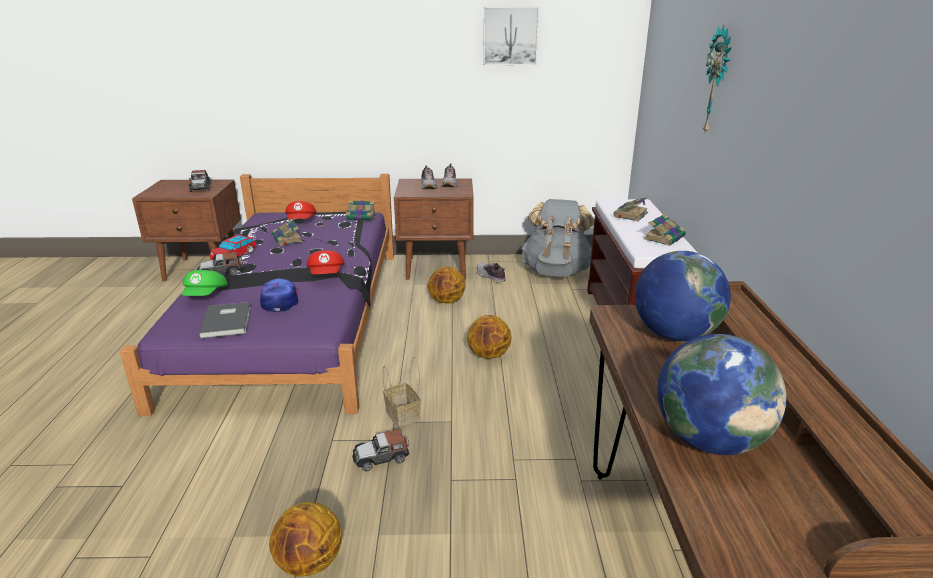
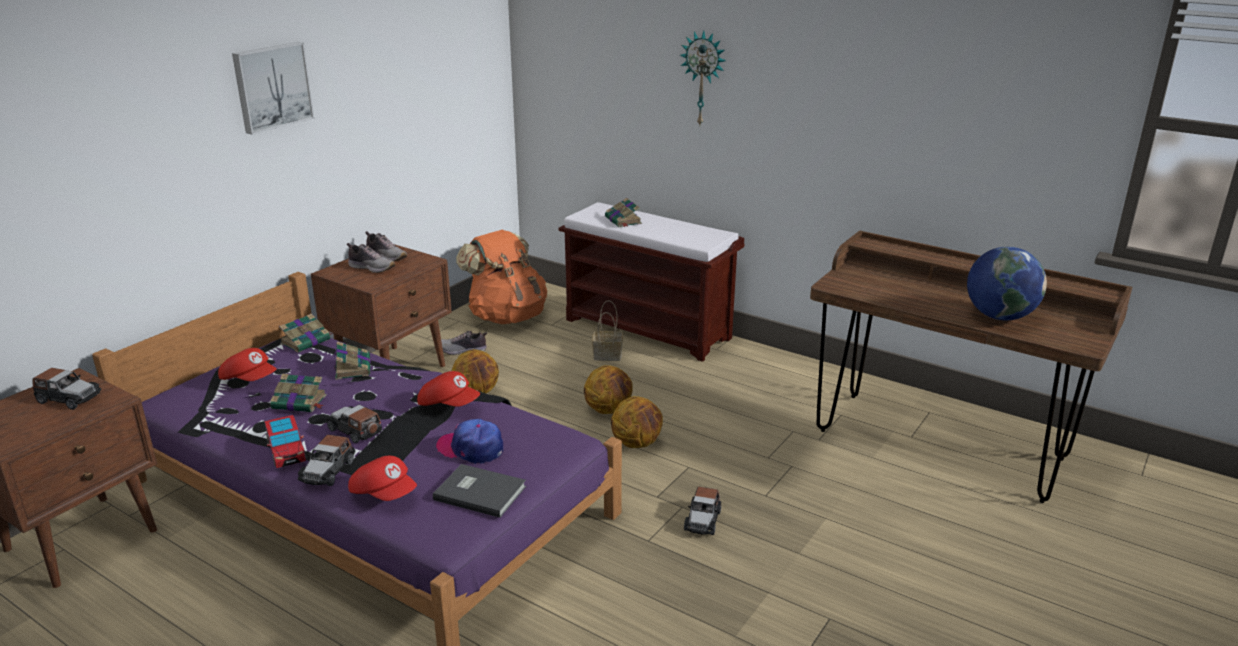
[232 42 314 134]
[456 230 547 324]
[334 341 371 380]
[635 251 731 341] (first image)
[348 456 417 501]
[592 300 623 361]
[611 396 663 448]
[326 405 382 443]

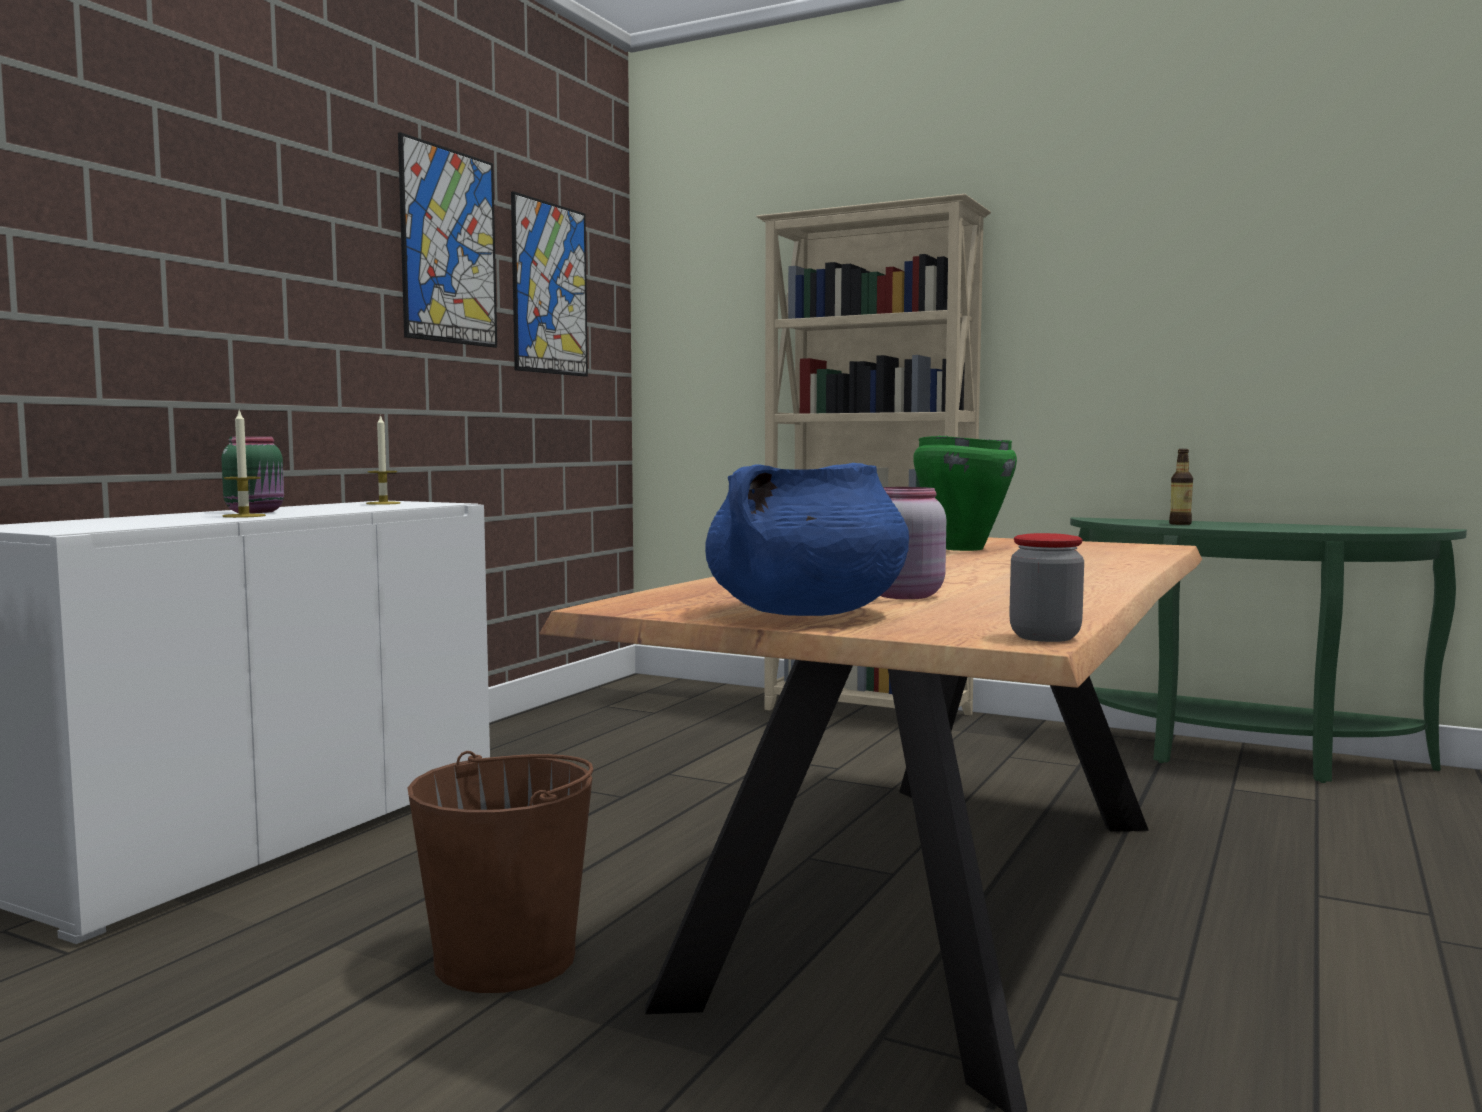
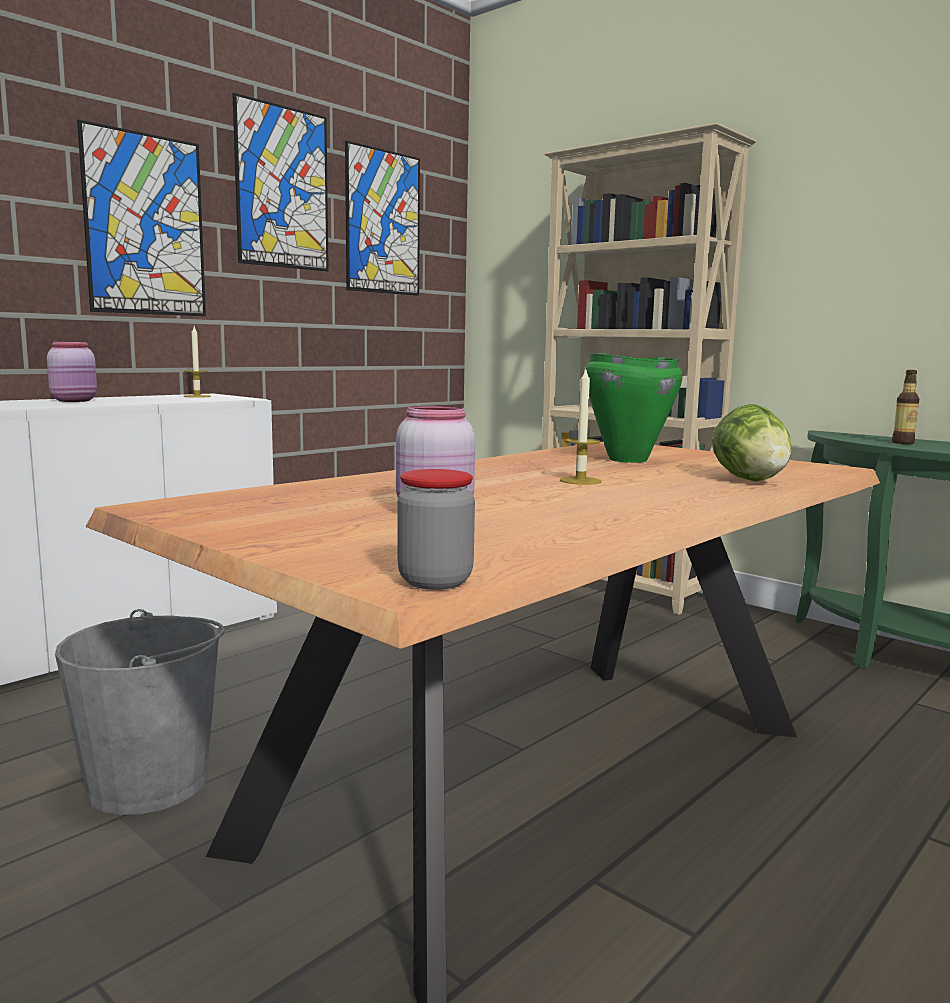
[560 370 601 485]
[47 342 97 402]
[705 463 909 616] (first image)
[55 609 225 815]
[77 119 206 316]
[712 404 792 481]

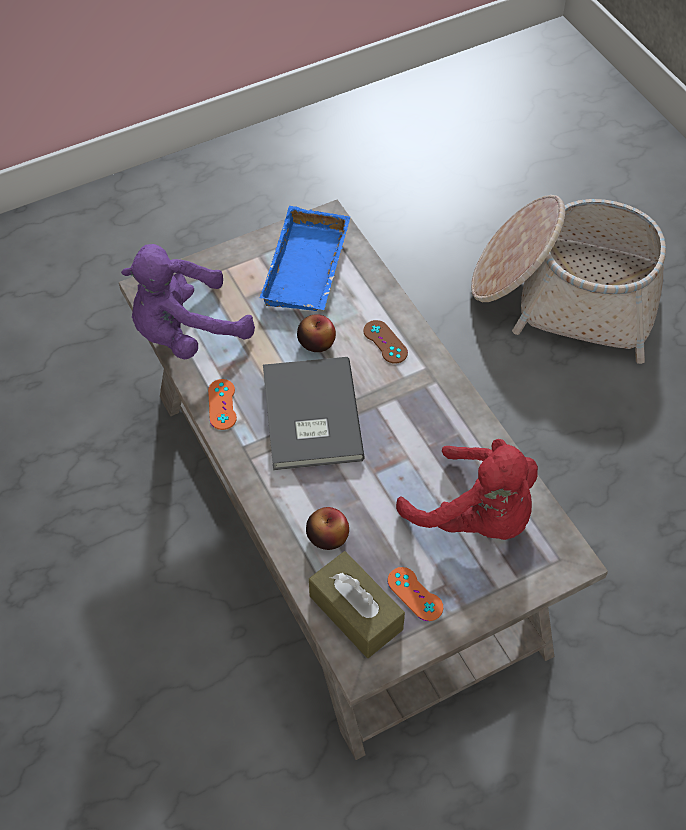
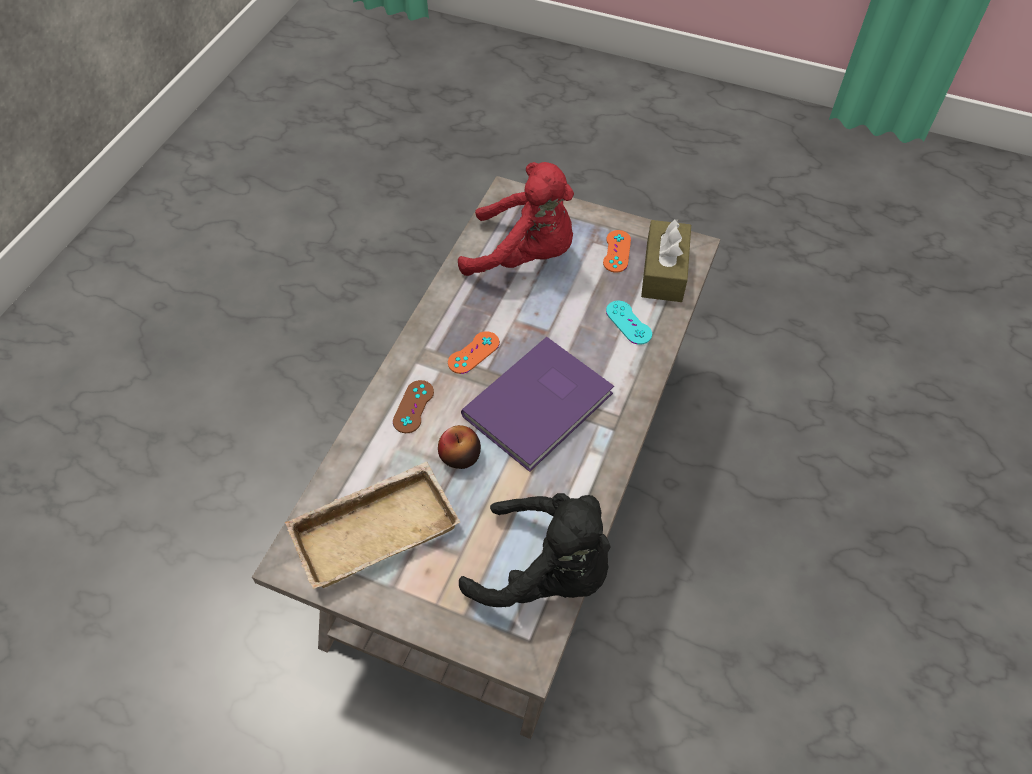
[471 195 666 364] (first image)
[285 462 460 589]
[459 493 611 607]
[461 337 614 472]
[448 331 500 374]
[458 162 574 276]
[606 301 652 345]

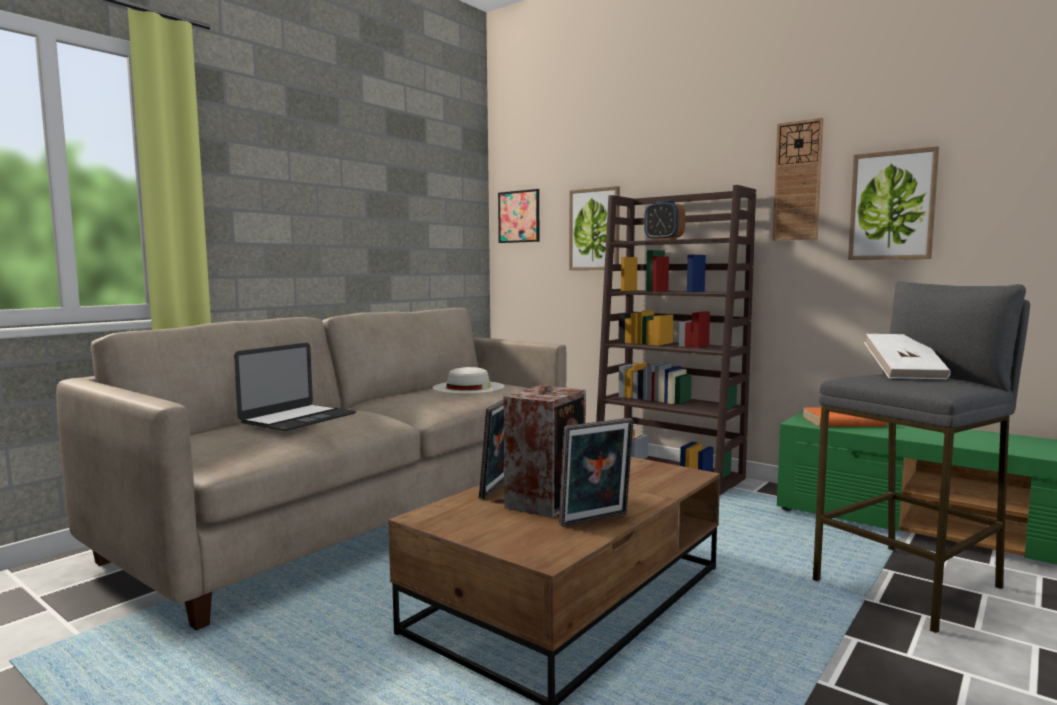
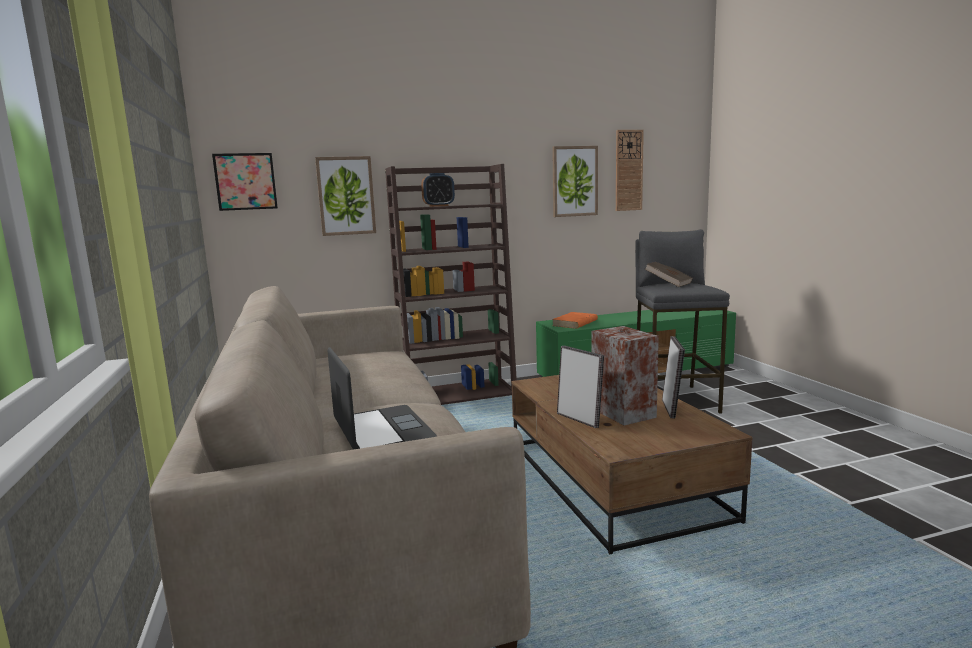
[616 130 644 211]
[645 262 693 287]
[432 367 504 394] (first image)

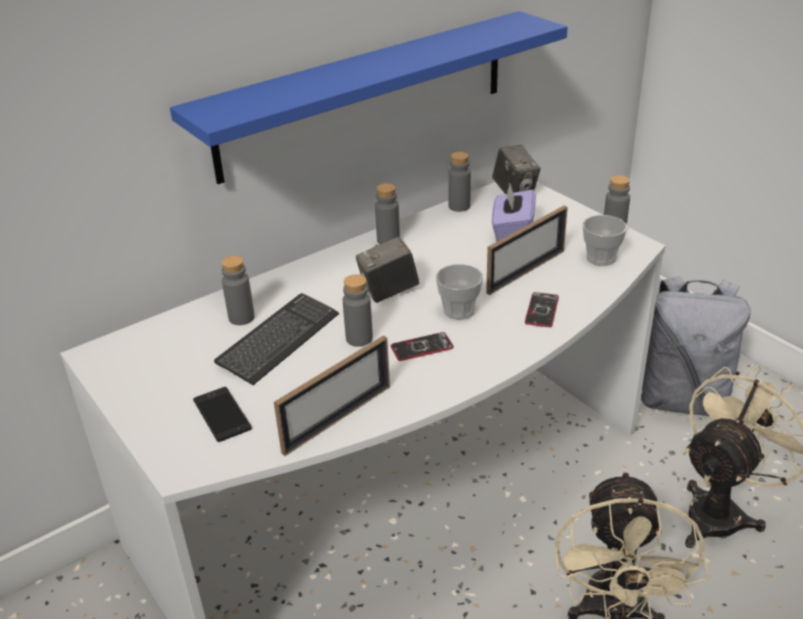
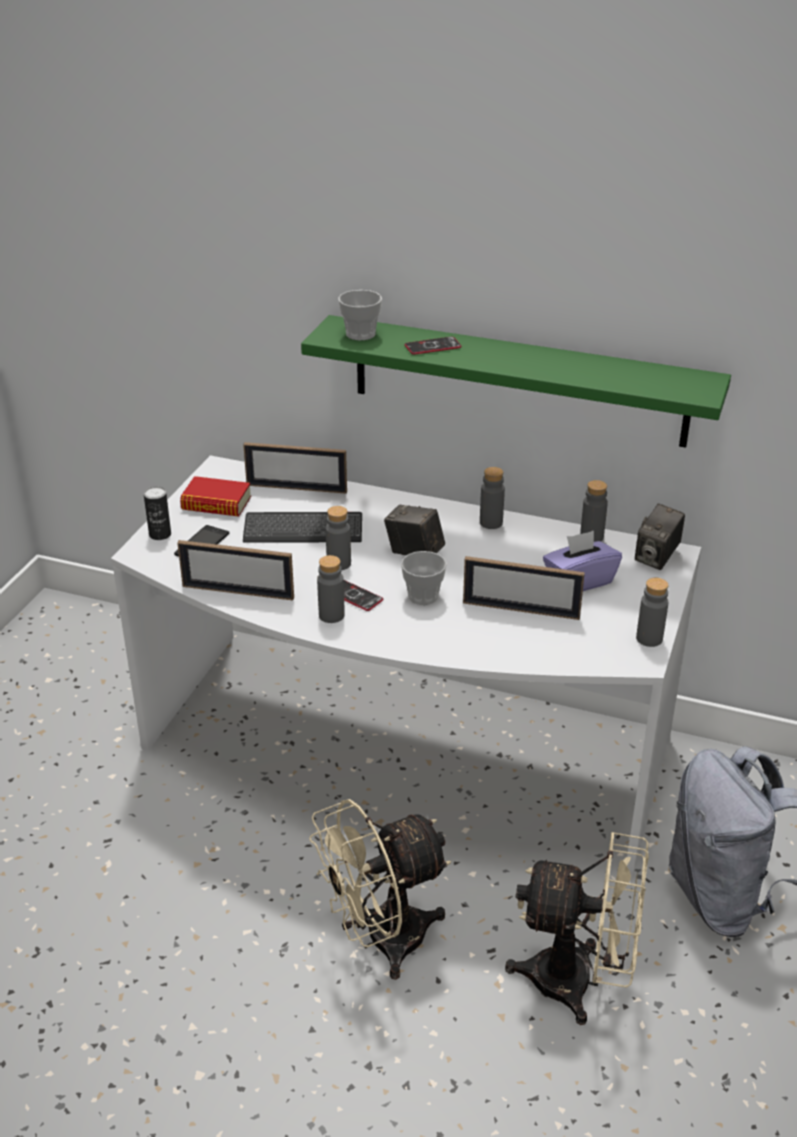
[301 315 731 448]
[338 290 382 341]
[317 555 345 623]
[404 337 462 355]
[243 442 347 494]
[180 476 251 517]
[144 486 171 540]

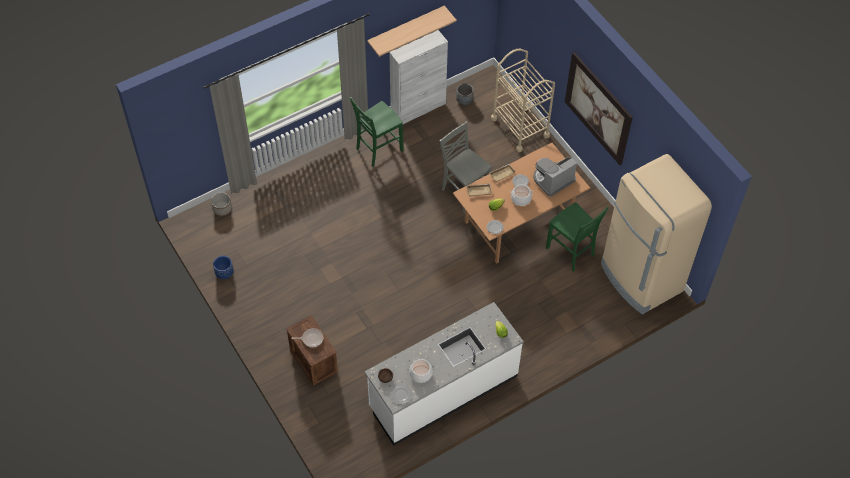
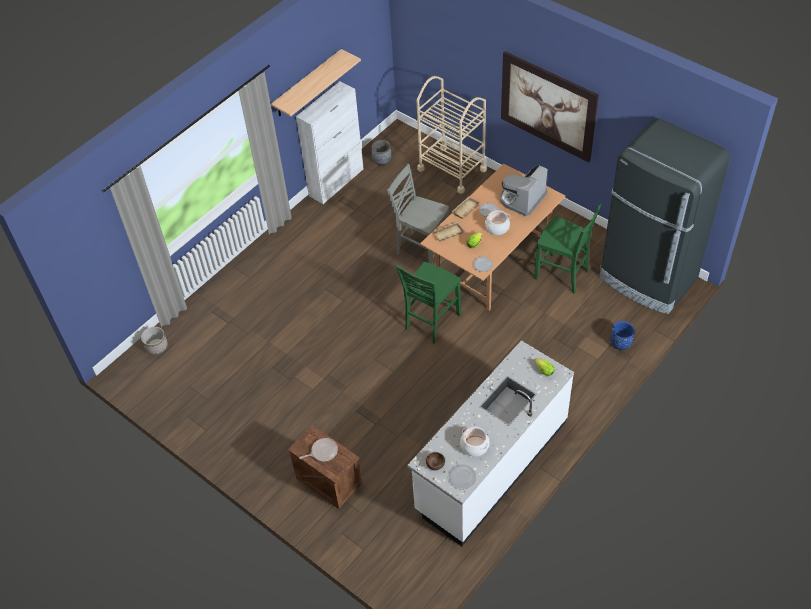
[396 262 461 344]
[599 118 730 314]
[610 321 635 350]

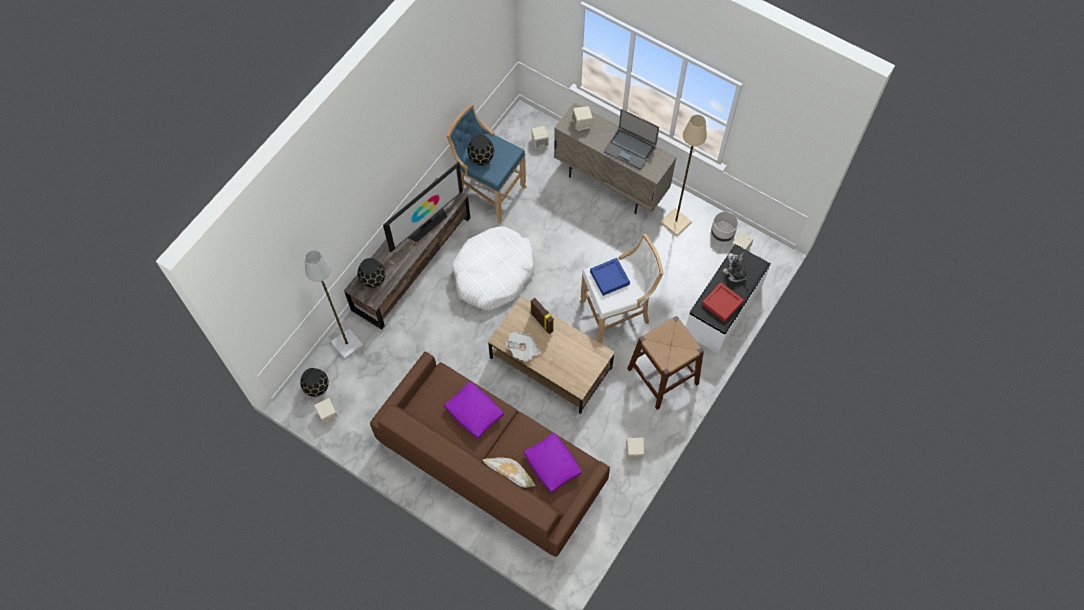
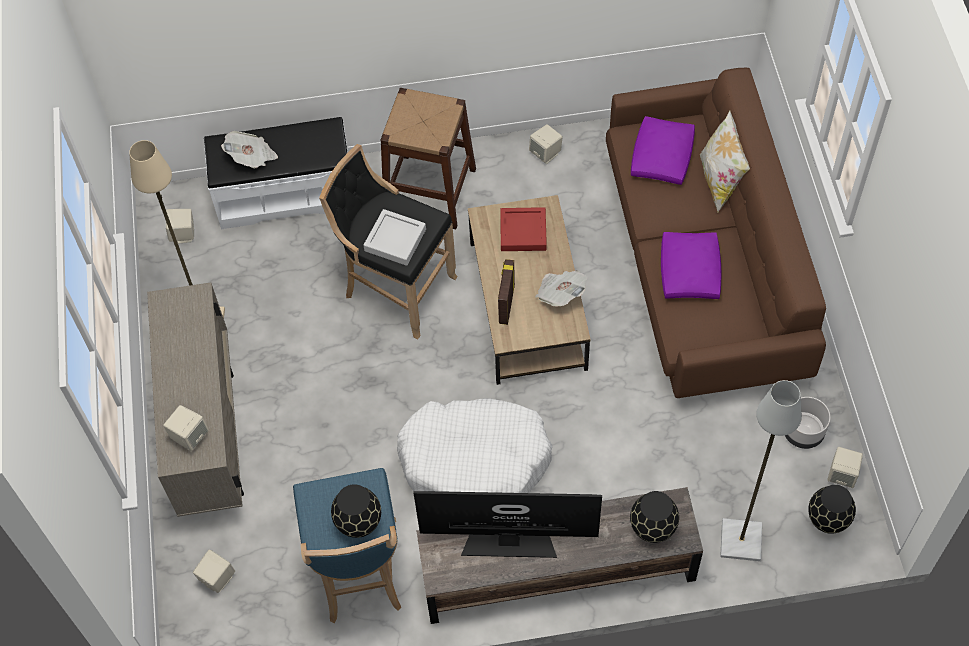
[604 109 659 170] (first image)
[785 397 831 449]
[319 144 458 339]
[221 131 278 168]
[364 209 426 266]
[500 207 547 251]

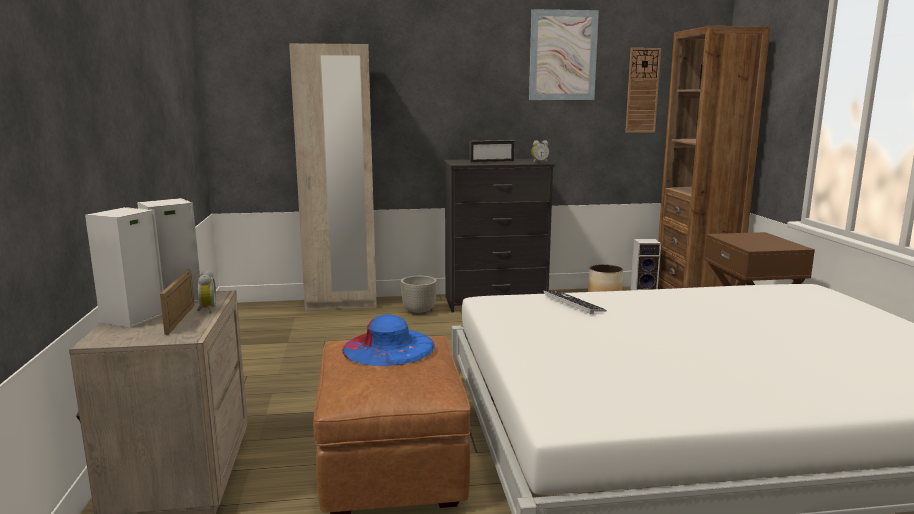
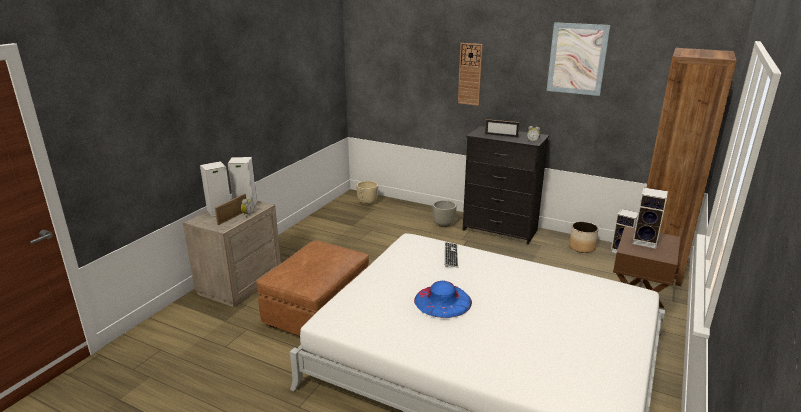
[289 43 377 311] (first image)
[458 43 483 106]
[414 281 472 318]
[356 181 378 205]
[632 188 668 249]

